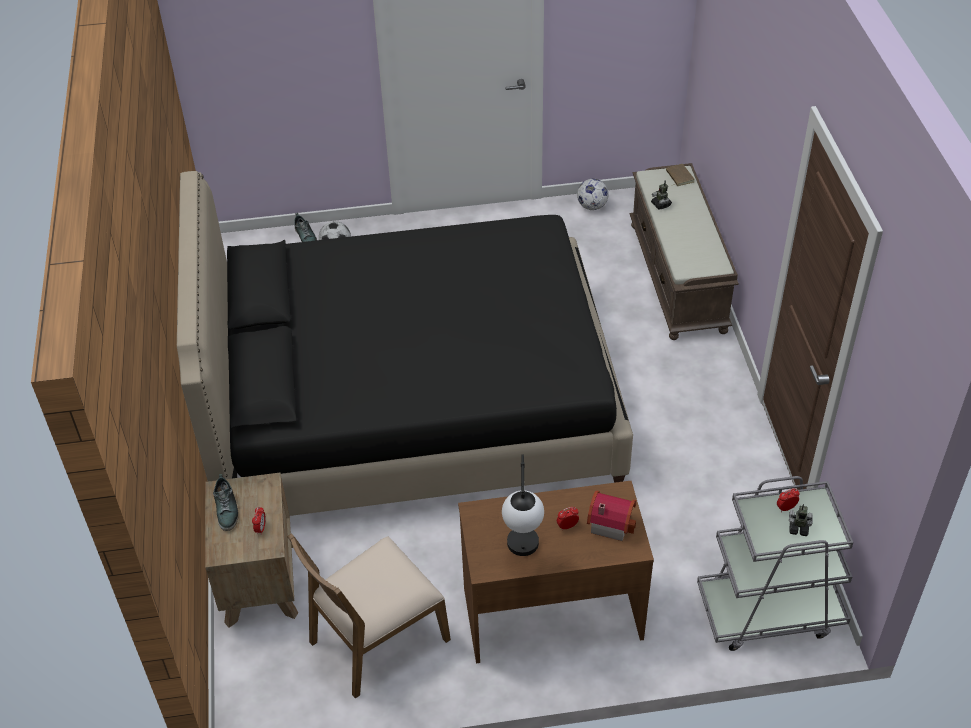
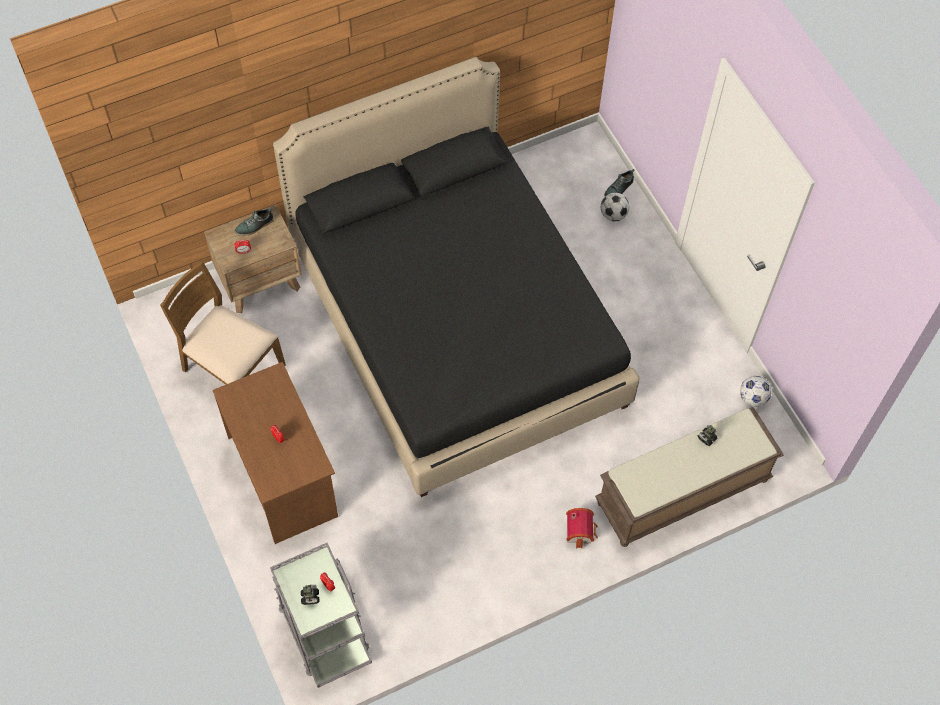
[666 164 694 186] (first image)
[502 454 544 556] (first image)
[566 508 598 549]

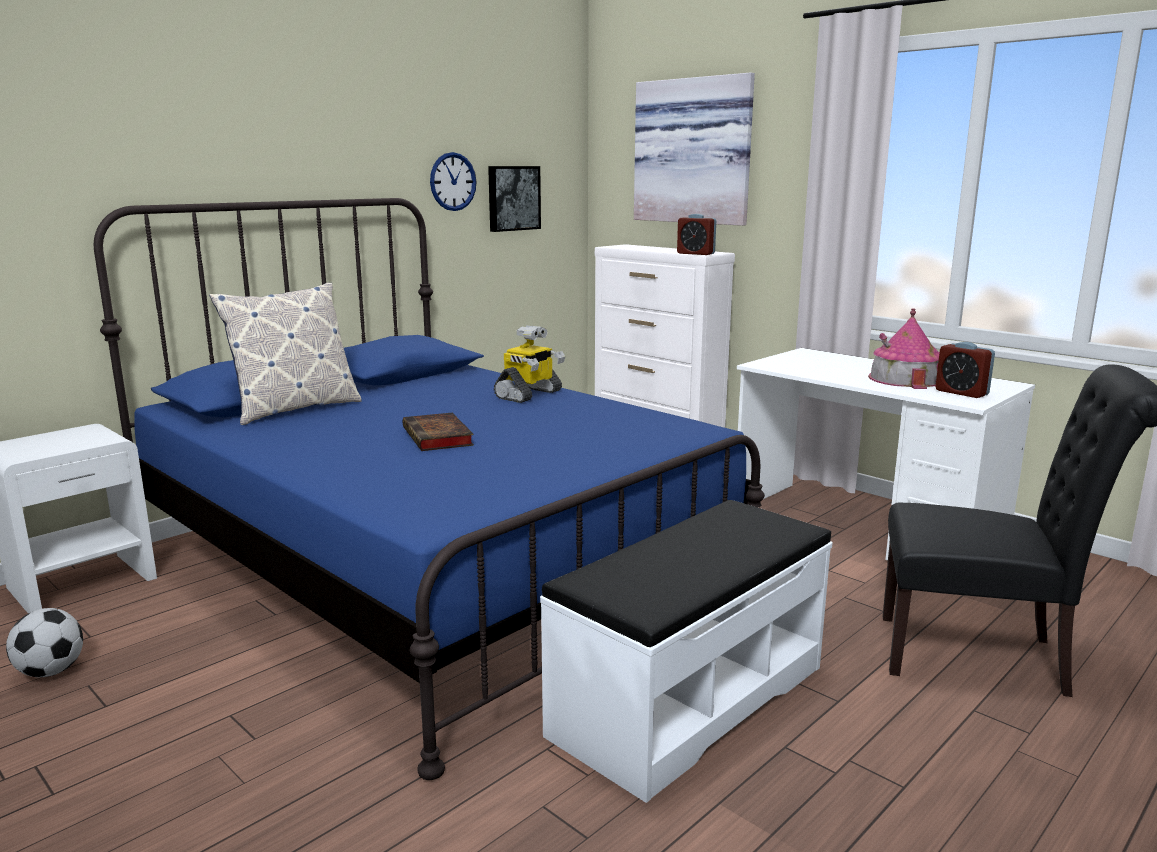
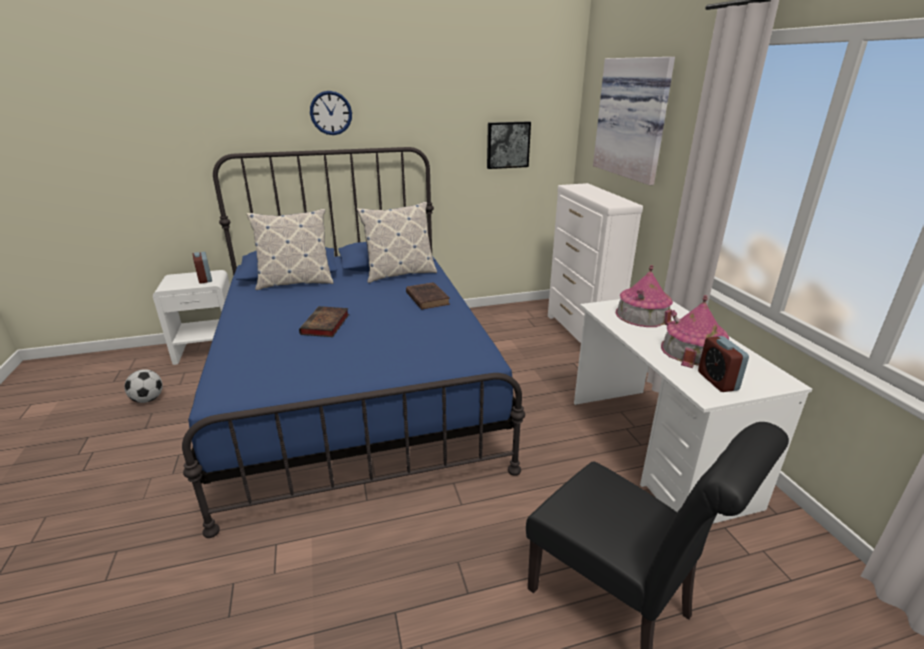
[310 91 352 135]
[193 252 212 284]
[406 282 450 310]
[540 500 833 803] (first image)
[357 202 437 283]
[616 265 673 327]

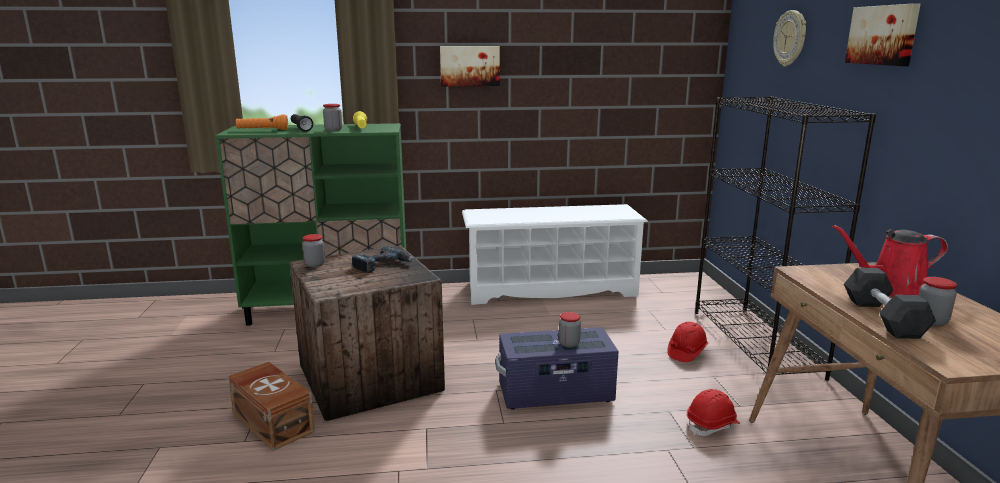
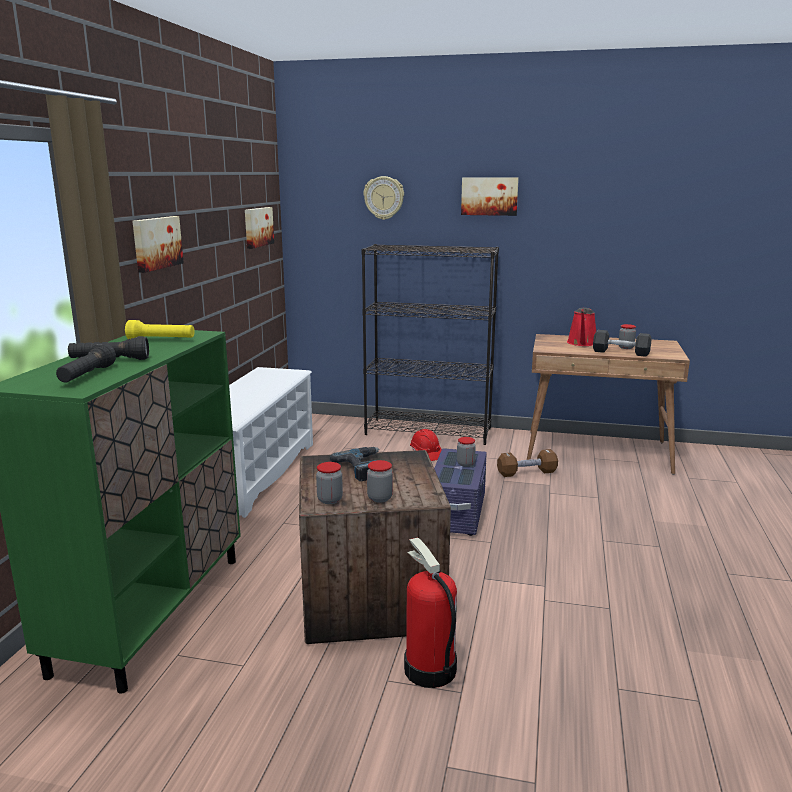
[367 460 393 502]
[56 343 116 383]
[404 537 457 688]
[497 449 558 477]
[245 207 274 249]

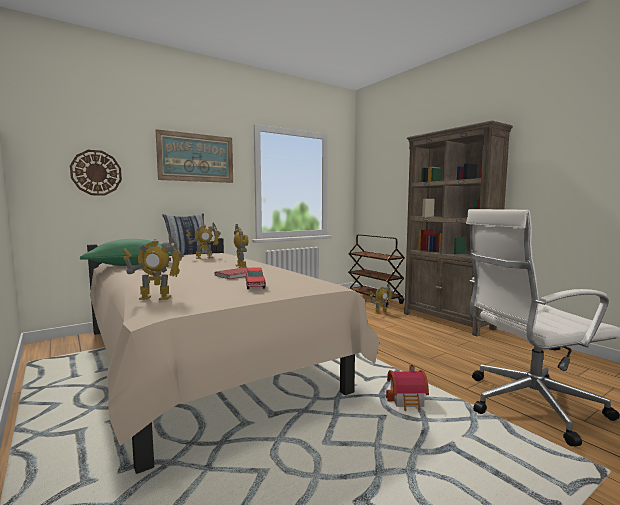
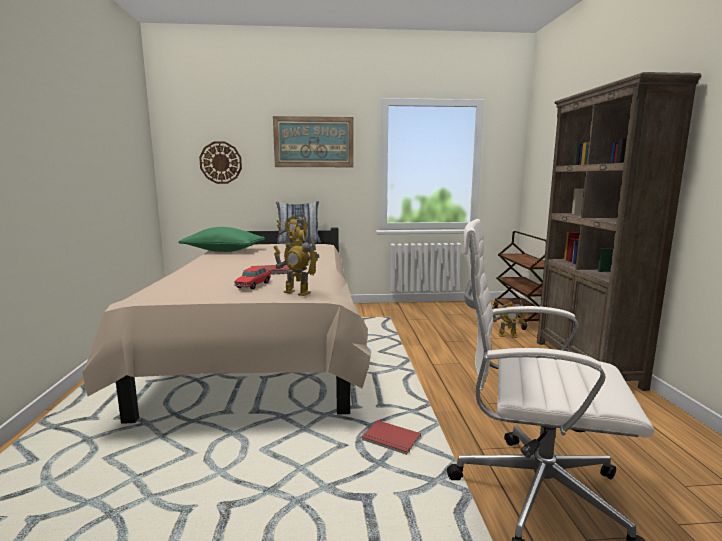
[274 236 320 296]
[362 420 421 455]

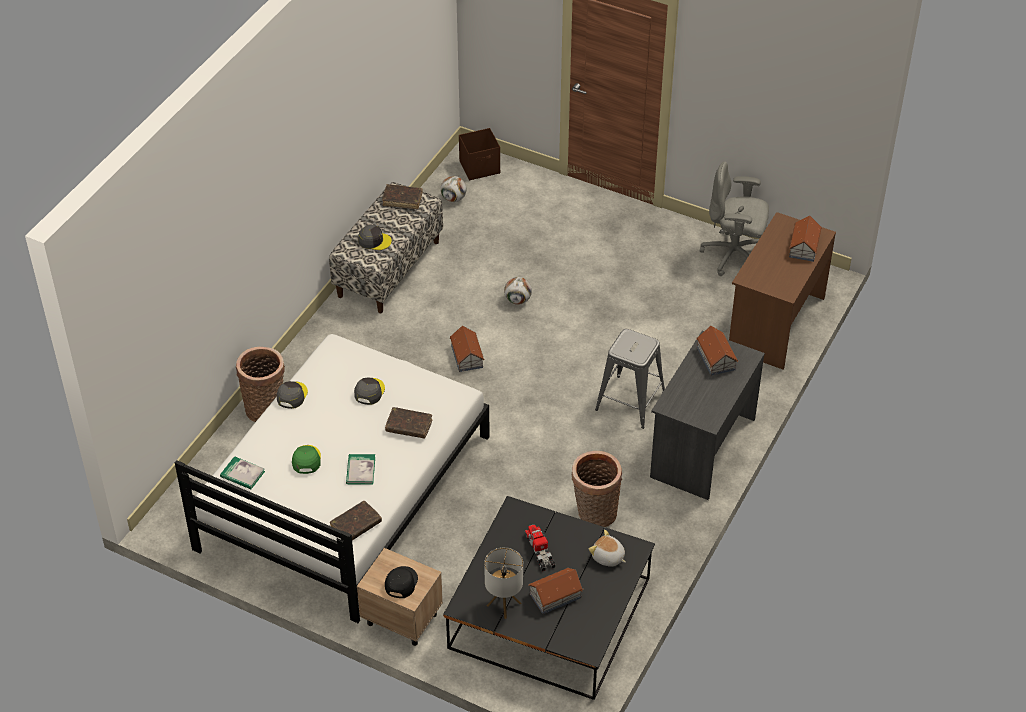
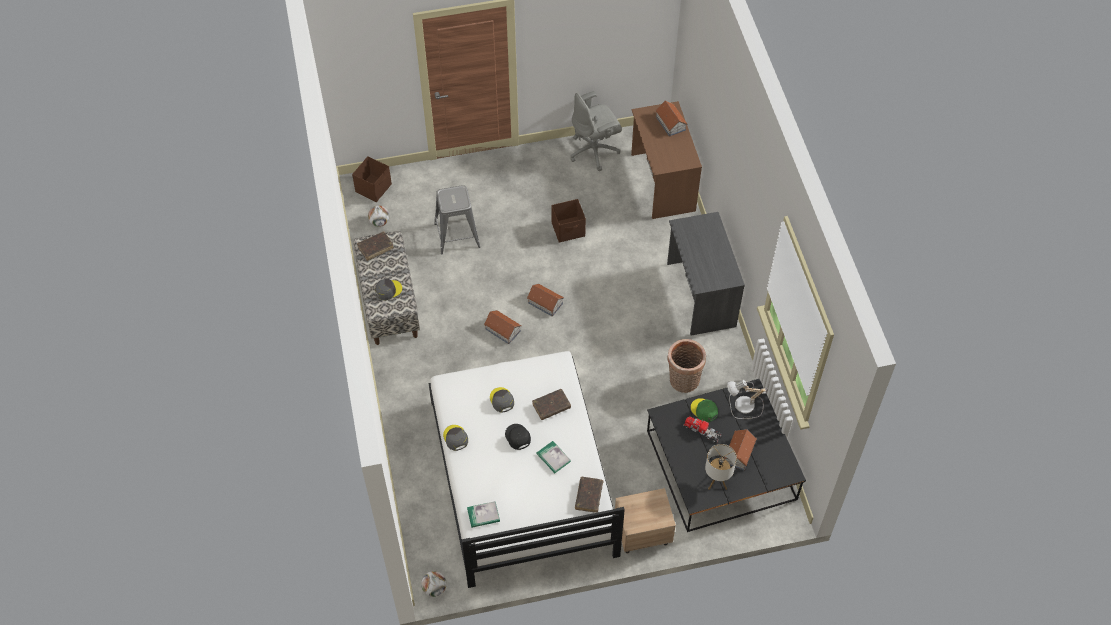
[421 571 447 597]
[527 284 564 317]
[434 185 480 255]
[236 347 285 422] (first image)
[691 398 718 422]
[727 380 768 419]
[505 424 531 450]
[551 199 586 243]

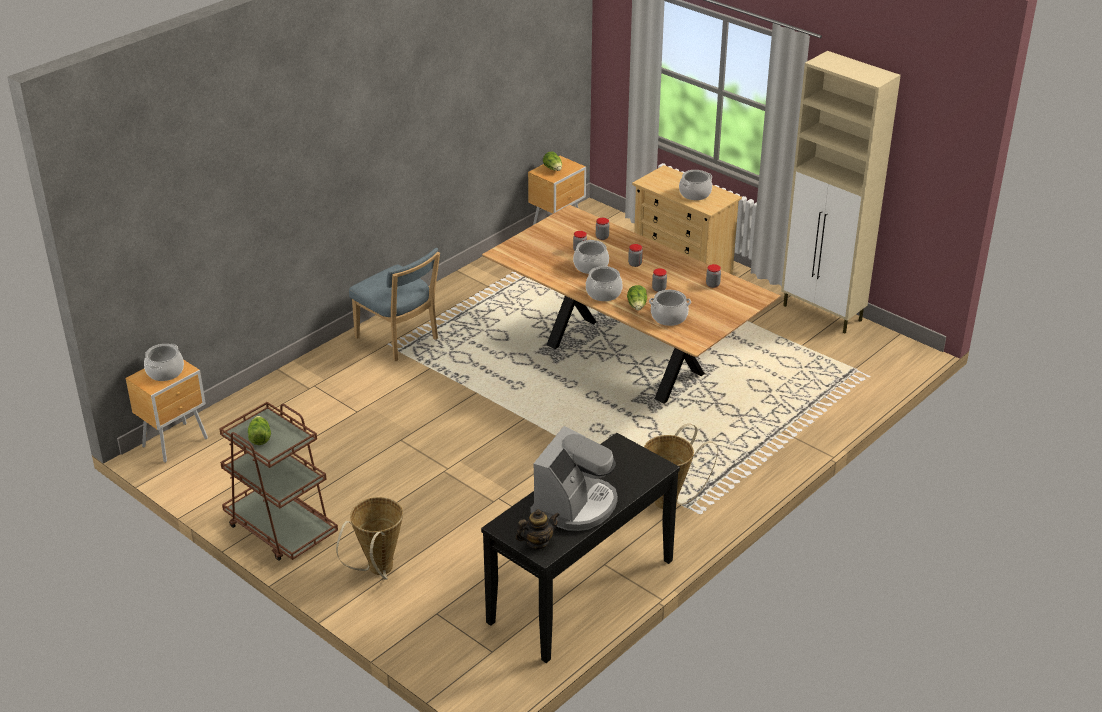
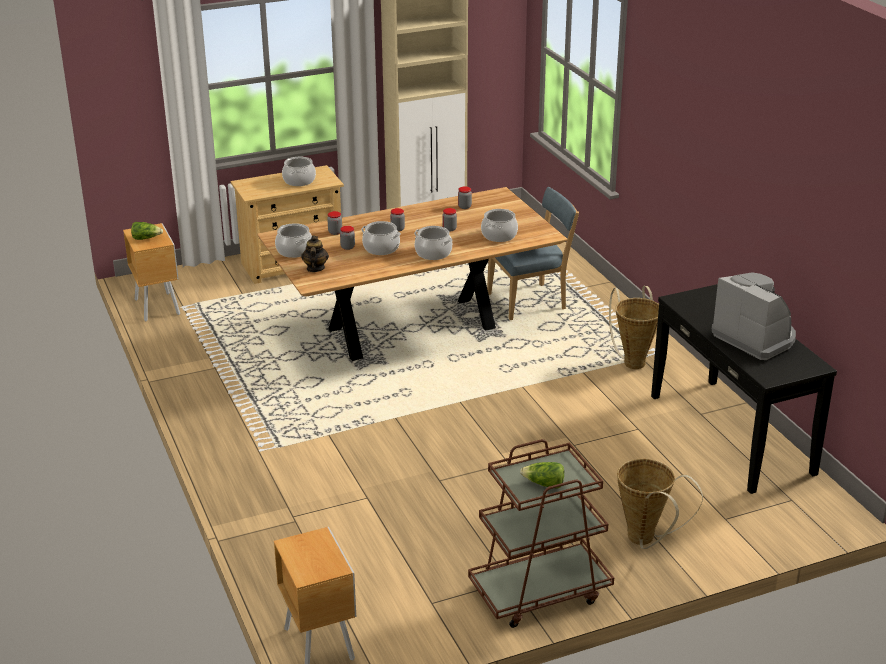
[487 187 579 320]
[627 285 647 310] (first image)
[275 223 312 258]
[301 236 329 272]

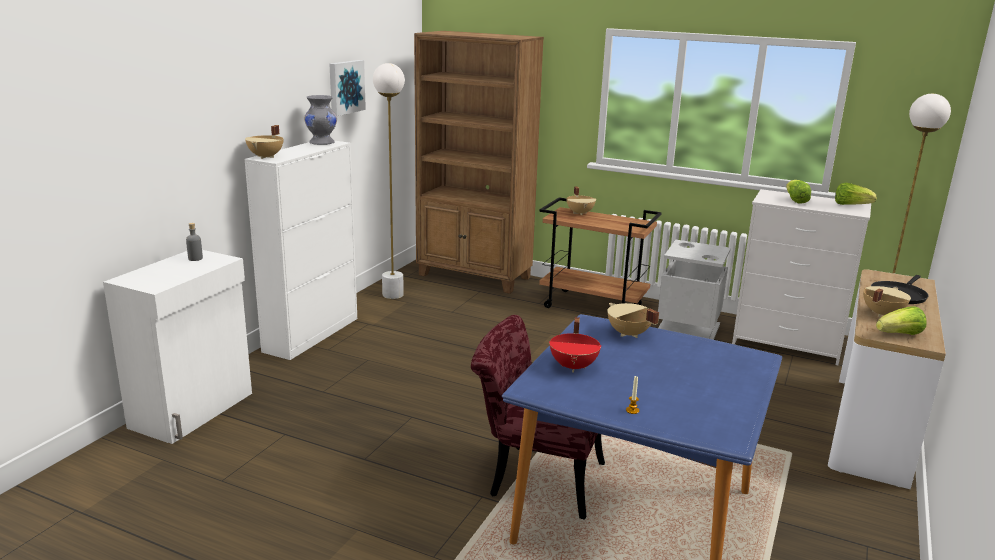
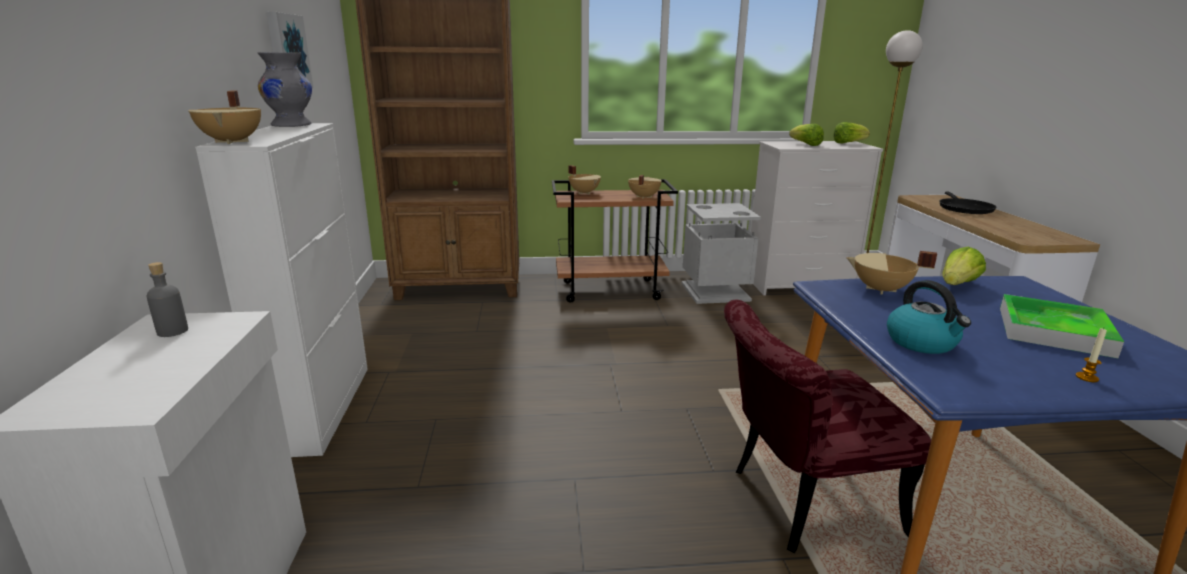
[373 63 405 299] (first image)
[628 175 662 199]
[942 247 986 285]
[887 280 971 354]
[1000 294 1124 358]

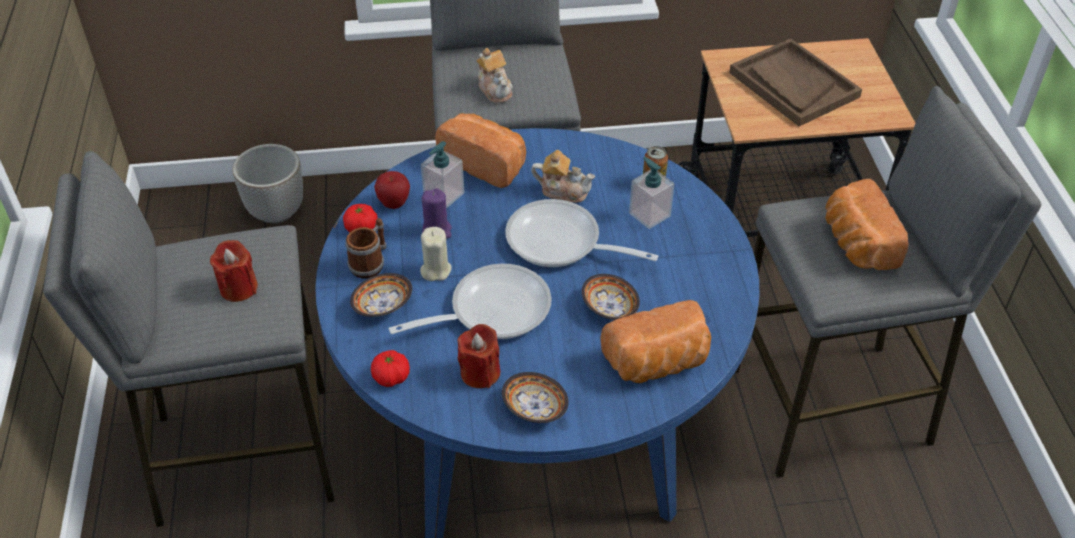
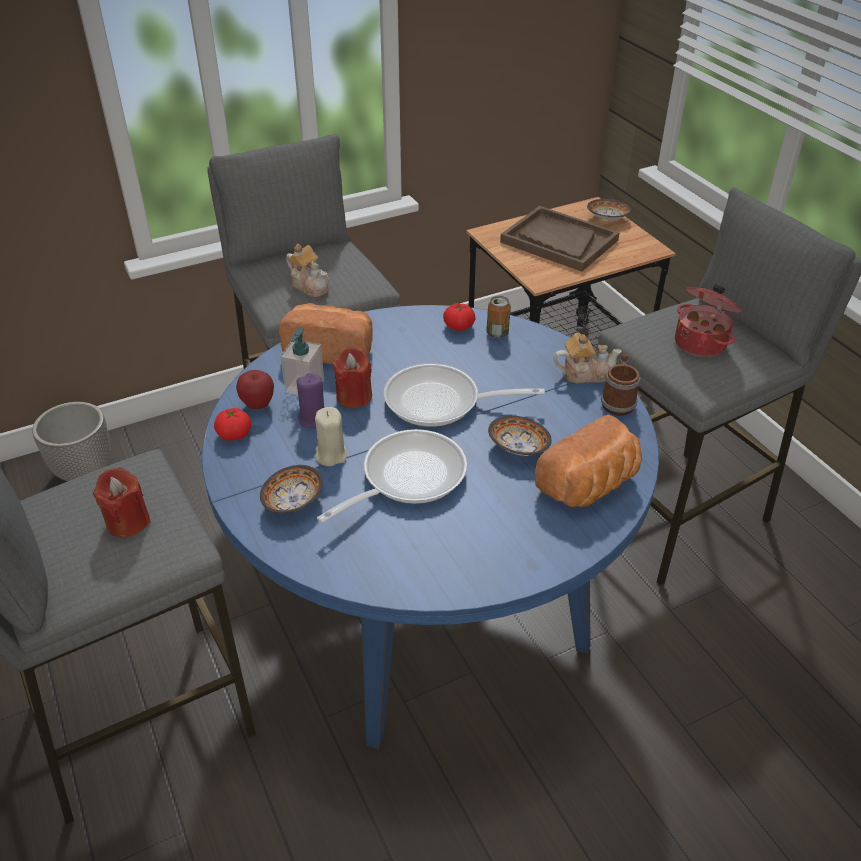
[553 333 622 383]
[629 157 674 229] (first image)
[675 284 742 357]
[601 354 640 416]
[333 347 372 408]
[443 303 476 331]
[587 199 632 220]

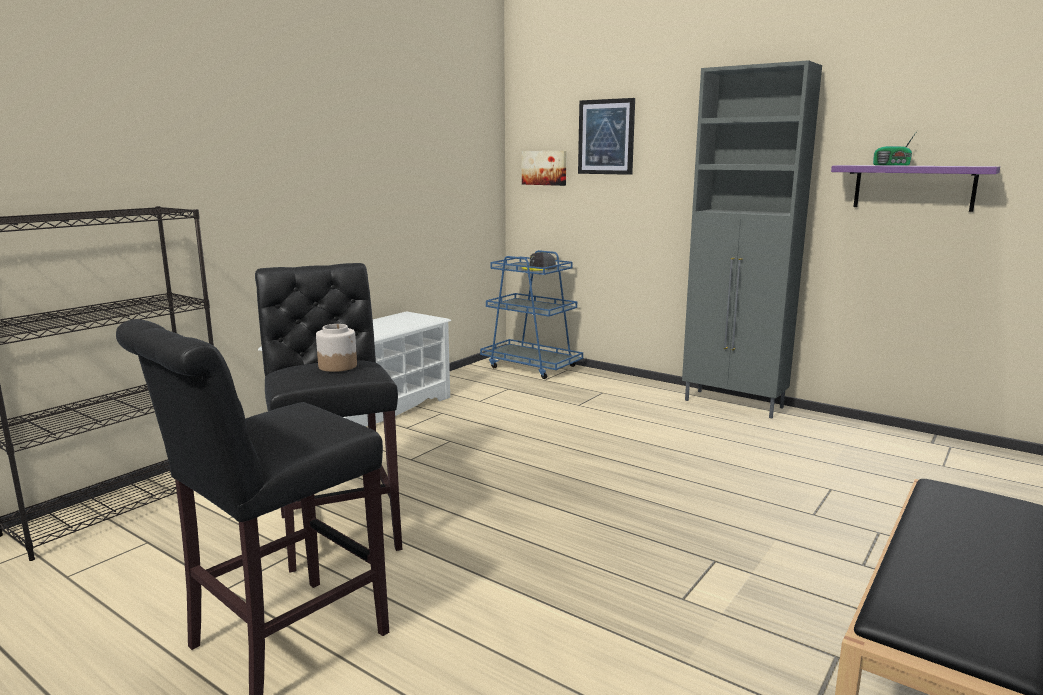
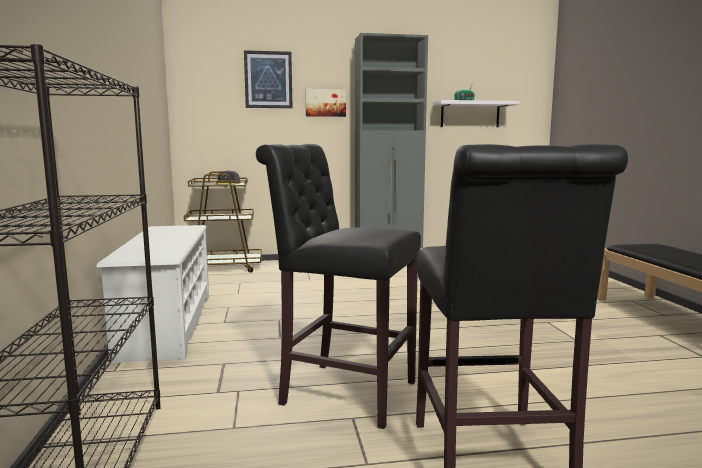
[305 89 346 117]
[433 100 519 127]
[184 171 262 272]
[316 324 357 372] (first image)

